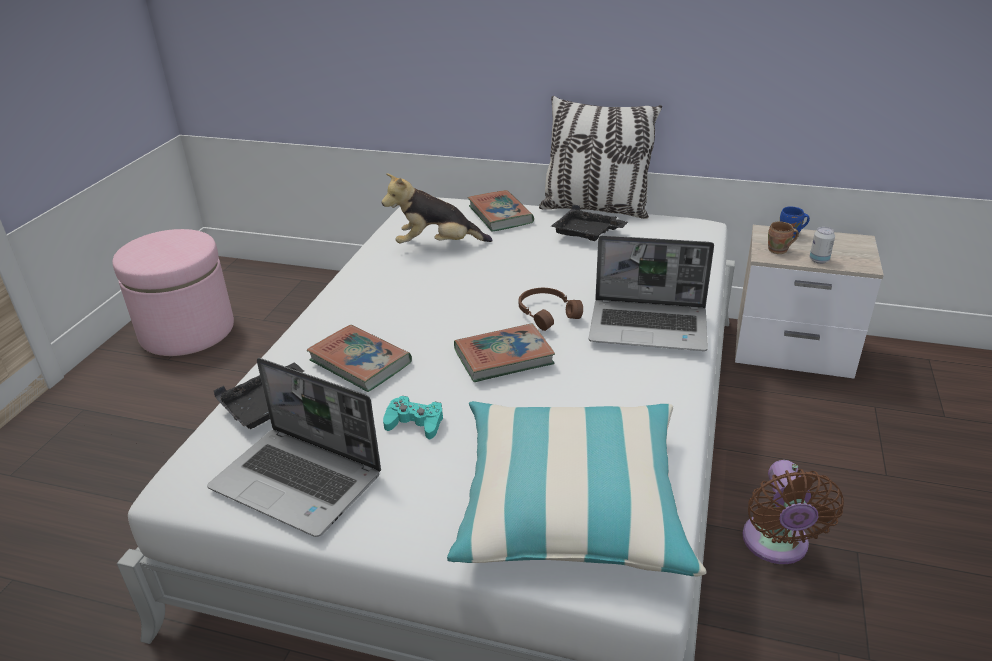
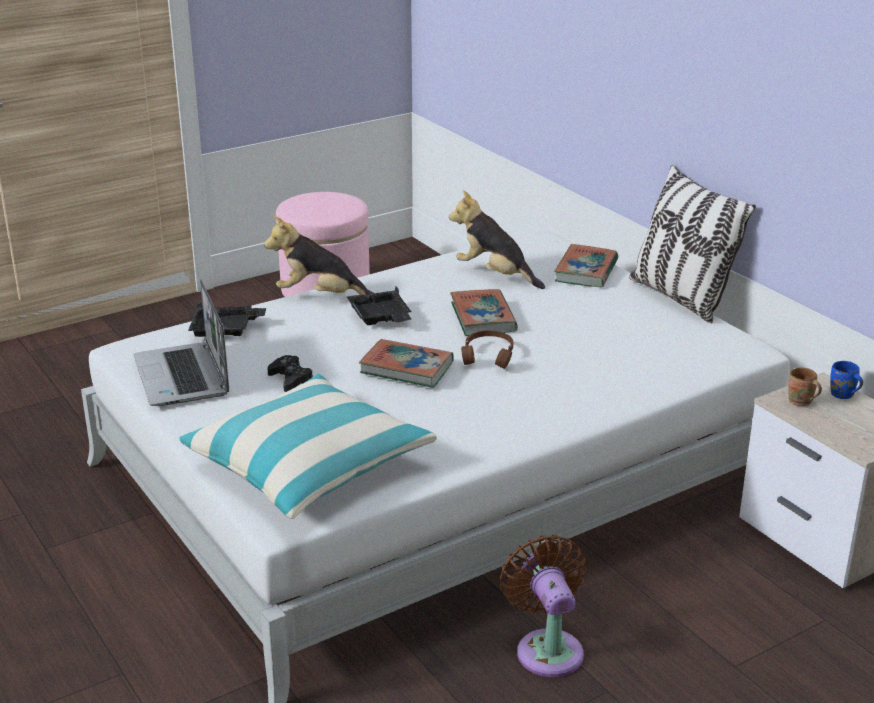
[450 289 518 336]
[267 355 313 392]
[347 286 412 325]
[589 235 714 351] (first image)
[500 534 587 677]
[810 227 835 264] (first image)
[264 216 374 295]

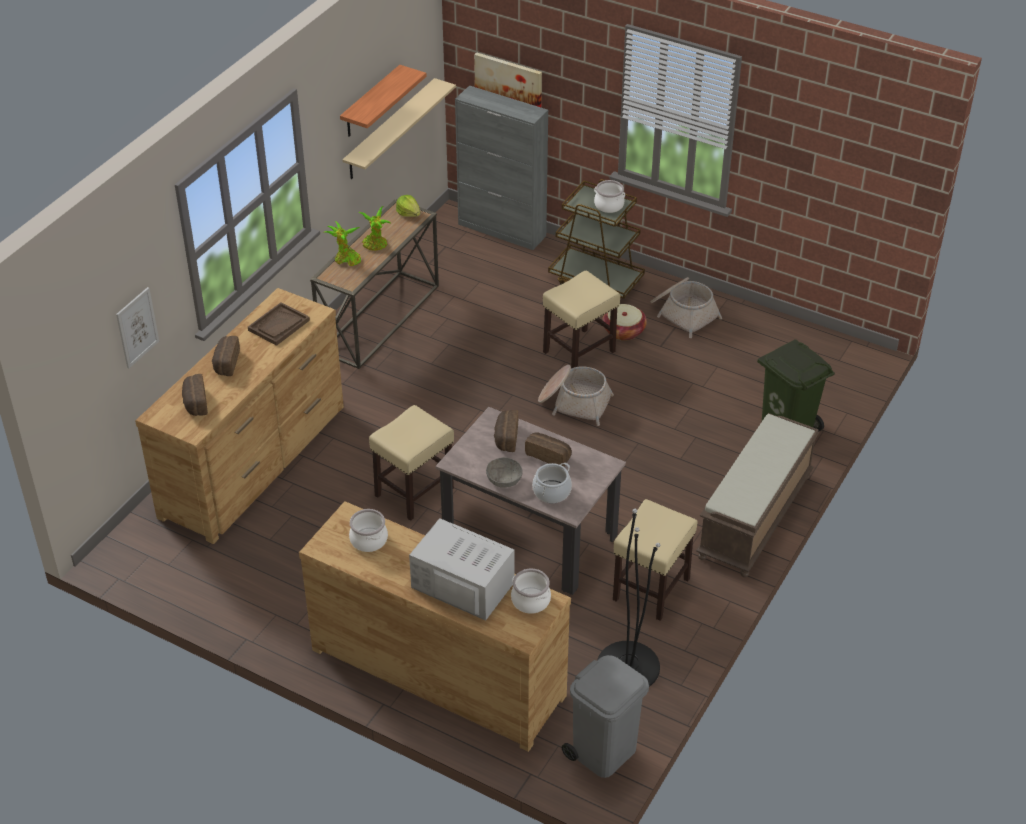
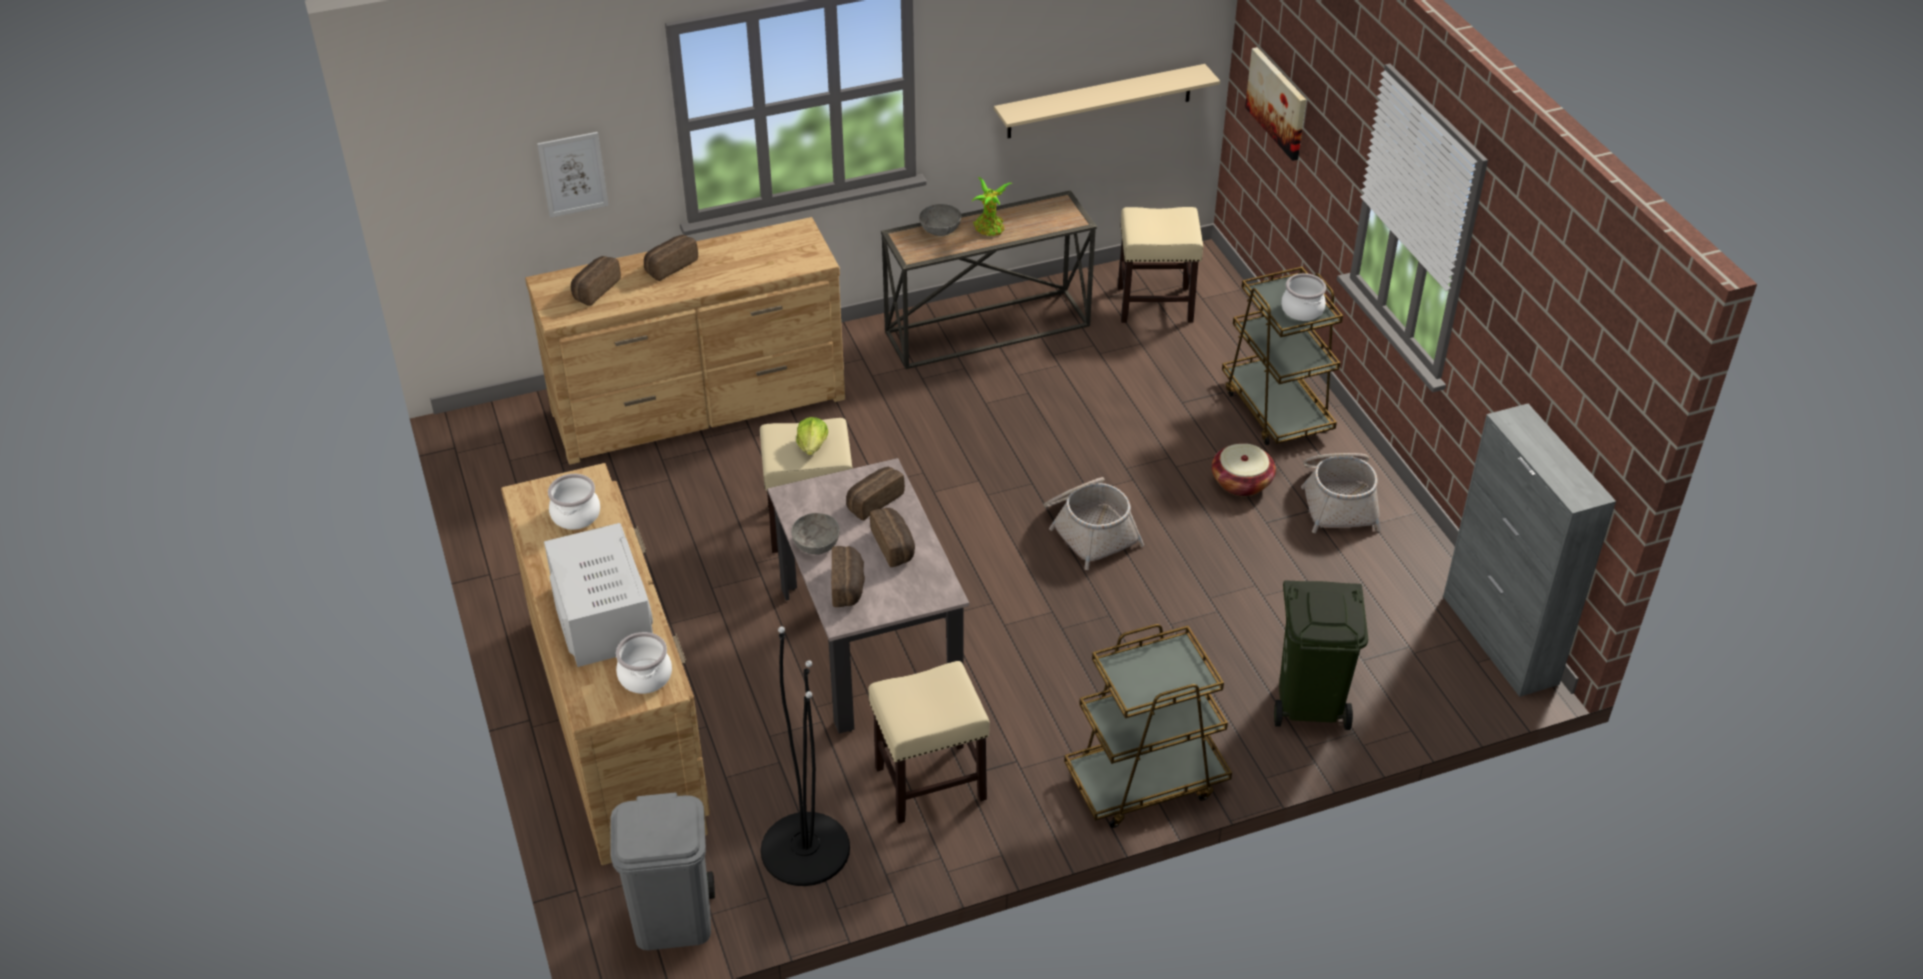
[248 302 310 346] (first image)
[919 204 961 236]
[340 65 427 136] (first image)
[796 417 828 455]
[1443 404 1616 697]
[831 546 865 607]
[1118 207 1203 323]
[1064 624 1232 828]

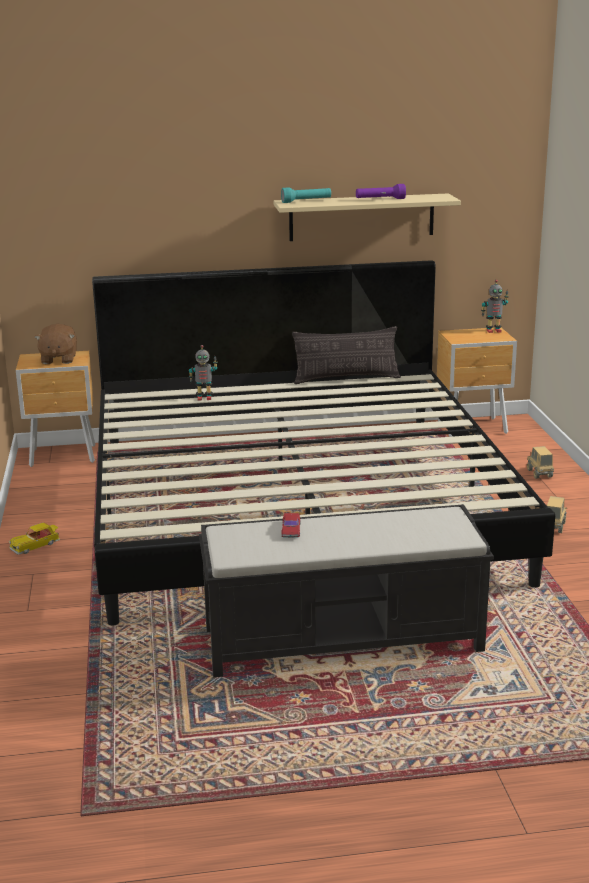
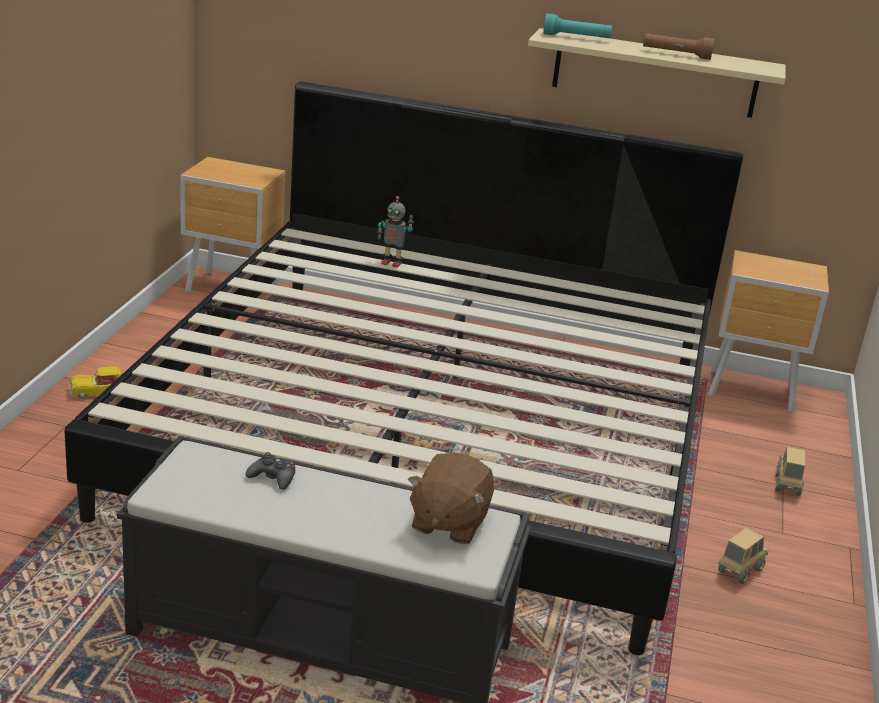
[408 453 494 544]
[246 452 295 490]
[292 326 401 384] (first image)
[643 33 715 60]
[481 280 509 333] (first image)

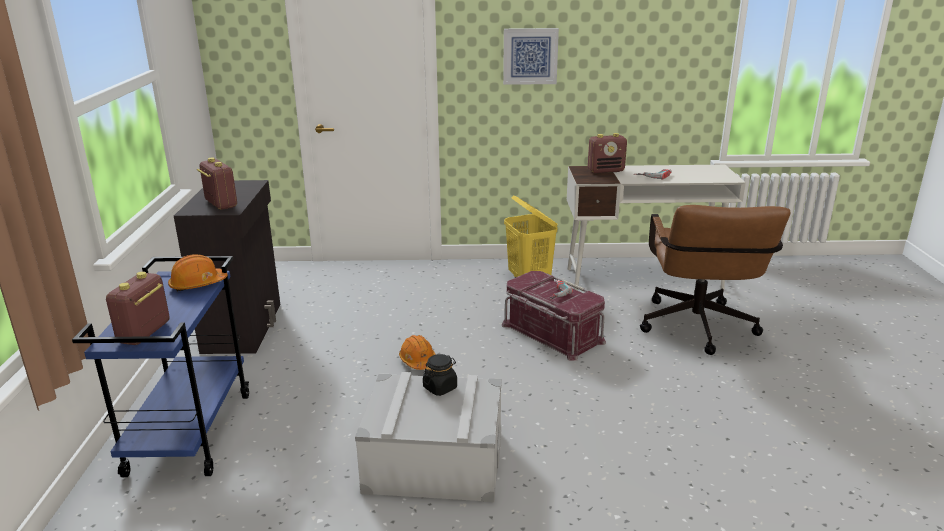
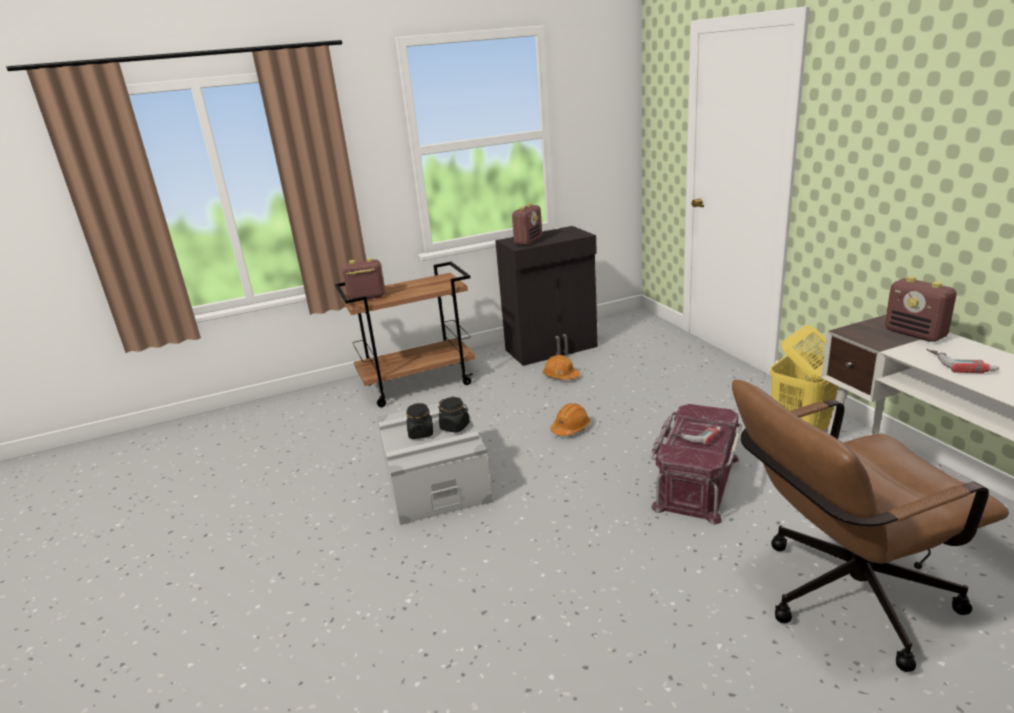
[335 262 476 407]
[543 355 580 380]
[503 28 559 85] (first image)
[406 403 433 439]

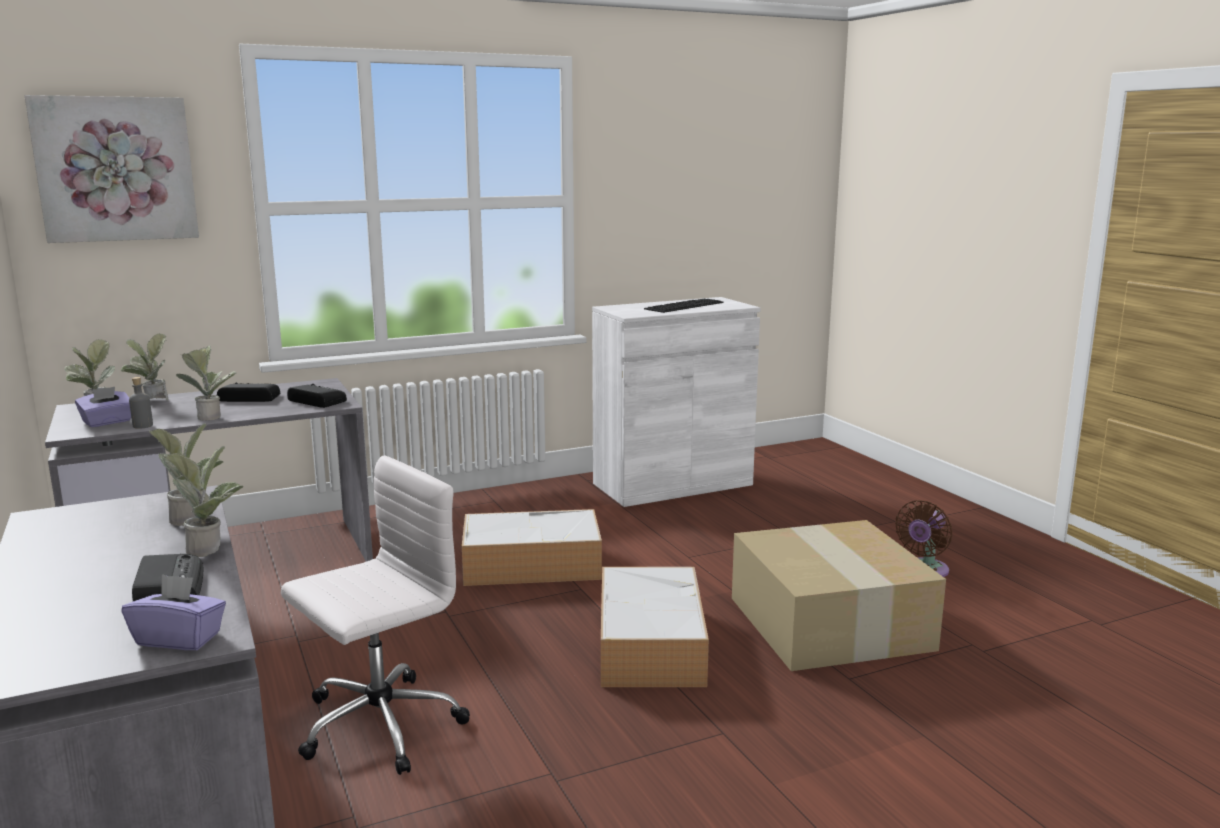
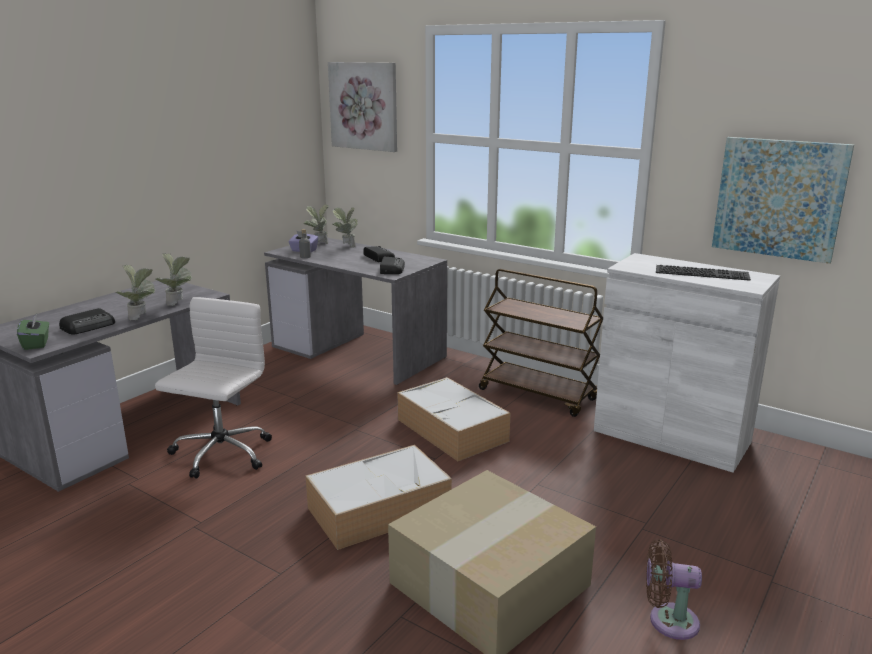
[17 314 49 350]
[176 346 236 421] (first image)
[155 297 272 478]
[479 269 603 417]
[712 137 854 264]

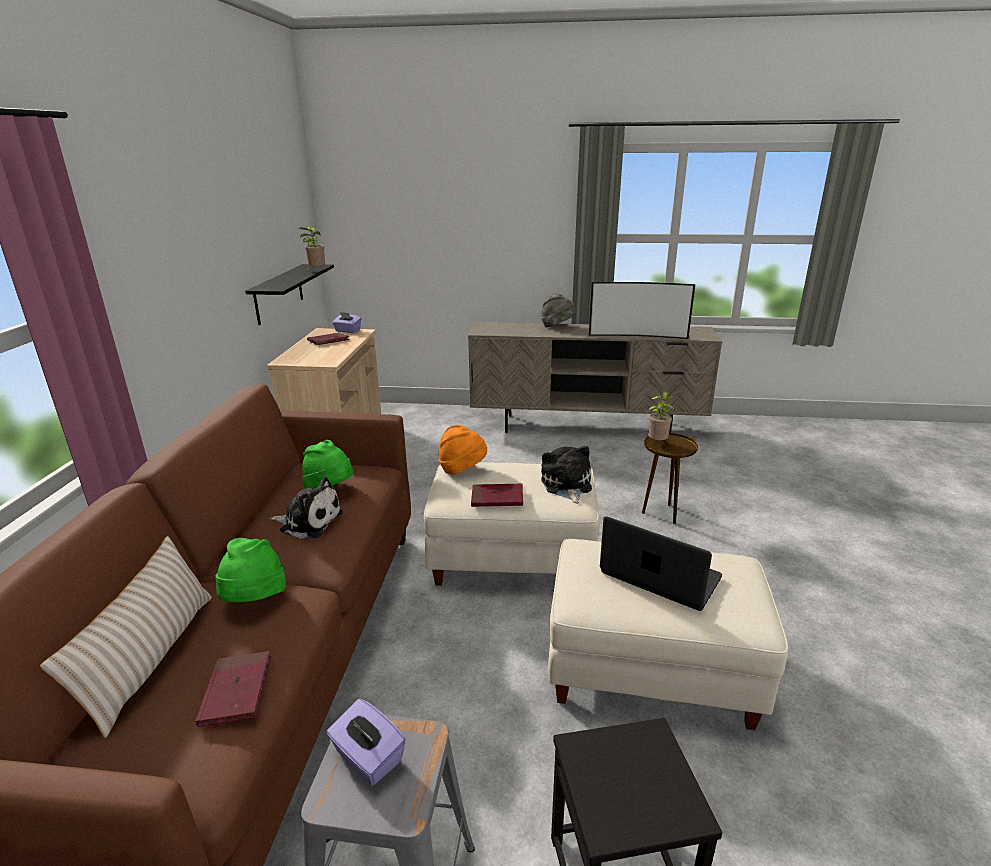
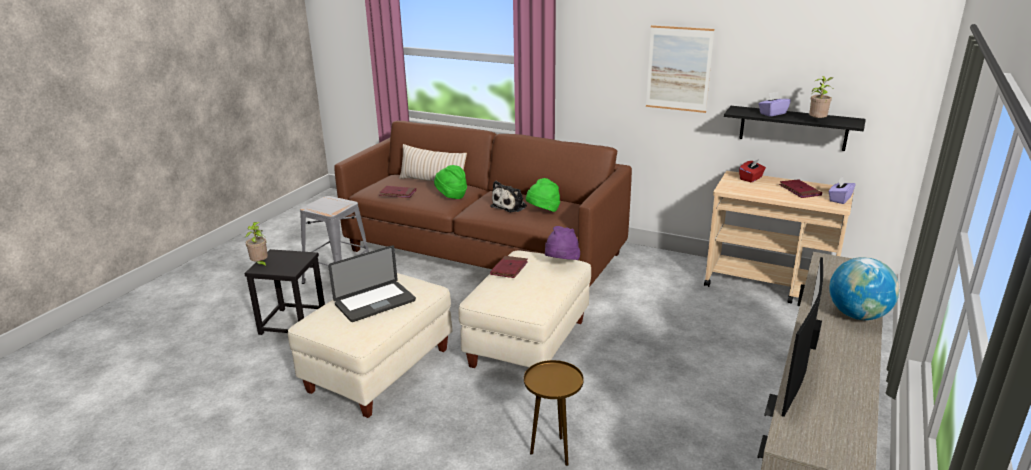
[758 92 791 117]
[545 226 580 260]
[829 257 899 320]
[541 446 592 504] (first image)
[245 222 268 267]
[646 25 714 113]
[739 159 766 182]

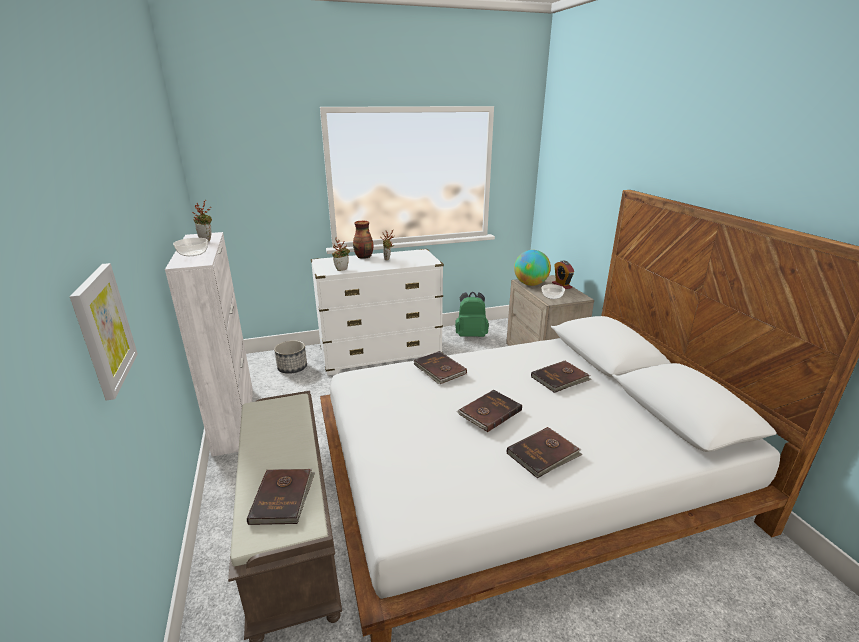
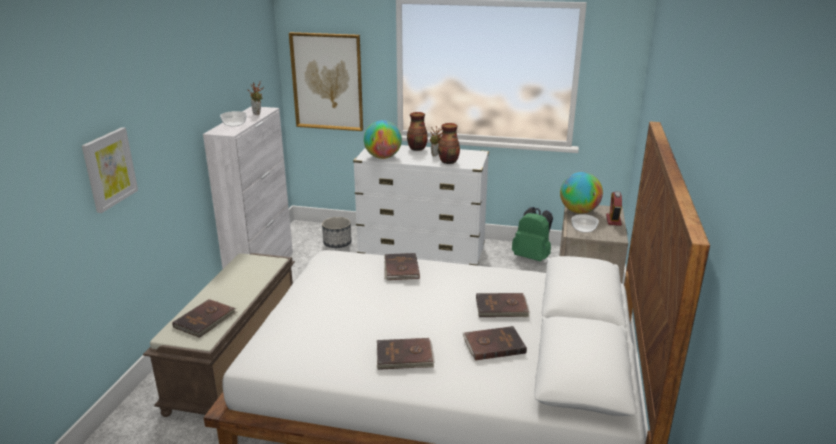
[364 120 402 159]
[463 326 527 360]
[289 32 363 131]
[438 123 460 164]

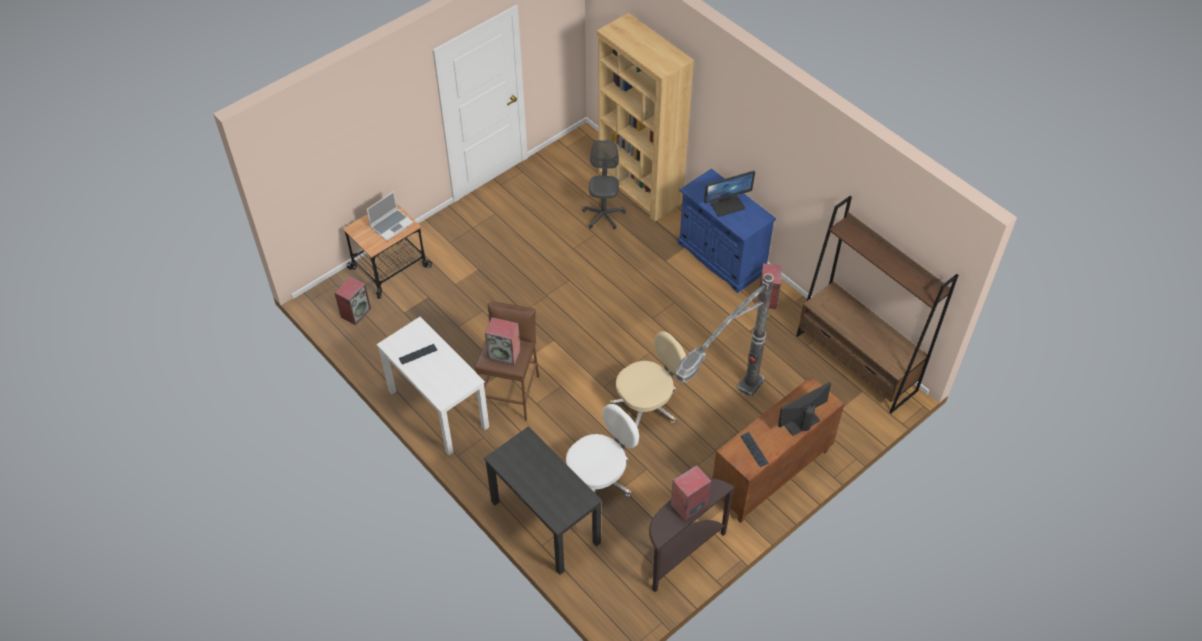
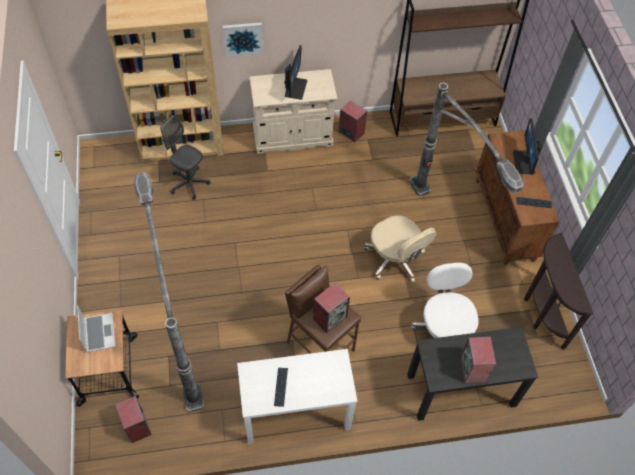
[364 216 436 282]
[460 336 496 383]
[249 69 337 154]
[134 172 205 412]
[223 22 263 57]

